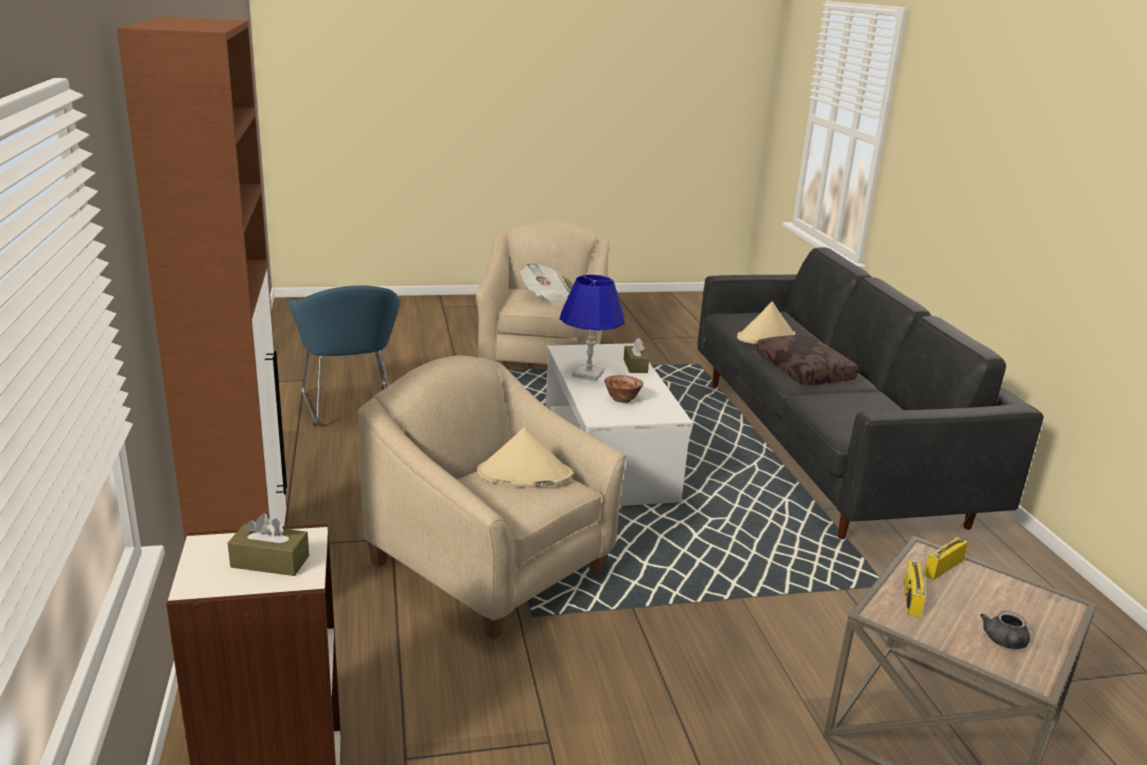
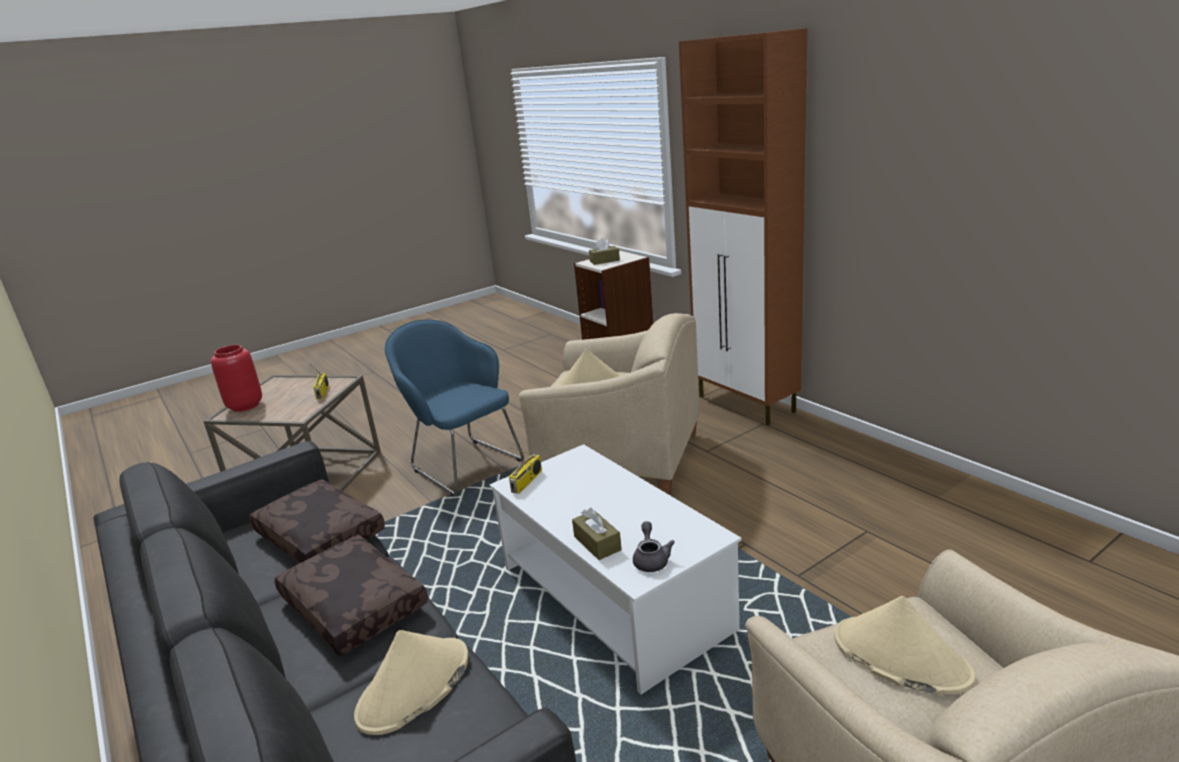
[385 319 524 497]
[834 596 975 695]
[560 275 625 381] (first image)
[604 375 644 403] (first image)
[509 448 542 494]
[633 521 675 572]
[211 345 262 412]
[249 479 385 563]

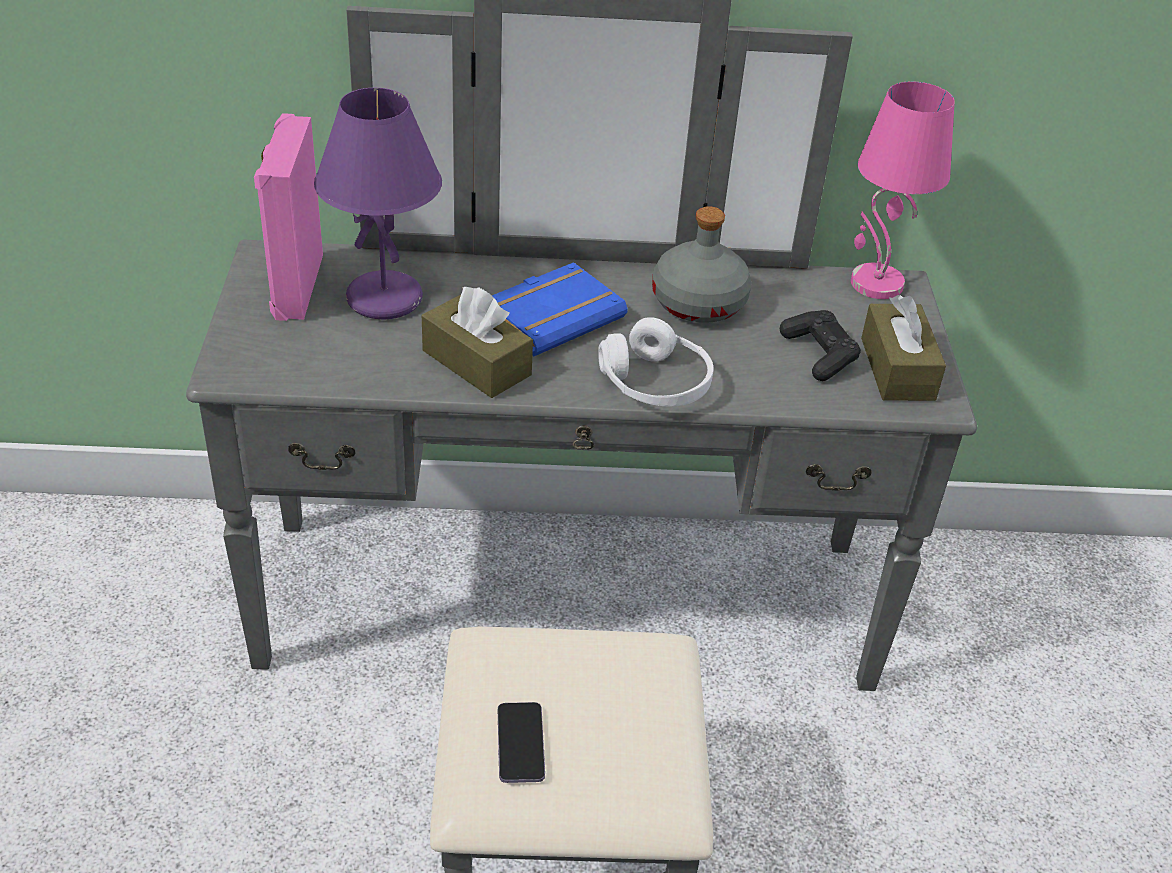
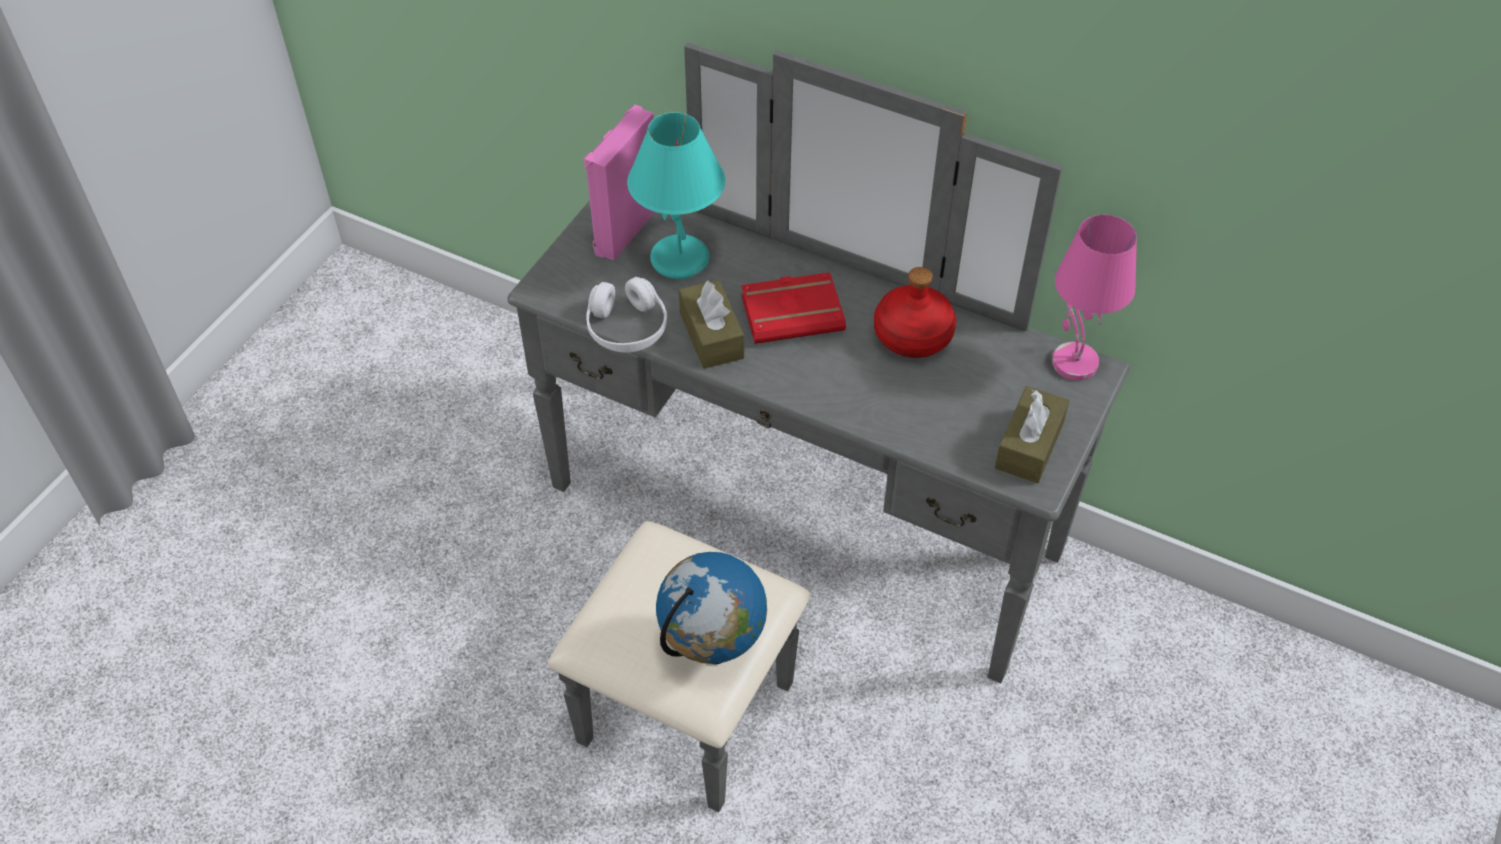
[627 112 725 279]
[741 272 846 344]
[498 702 545 783] (first image)
[586 277 667 353]
[874 267 956 358]
[780 310 861 381] (first image)
[656 552 767 664]

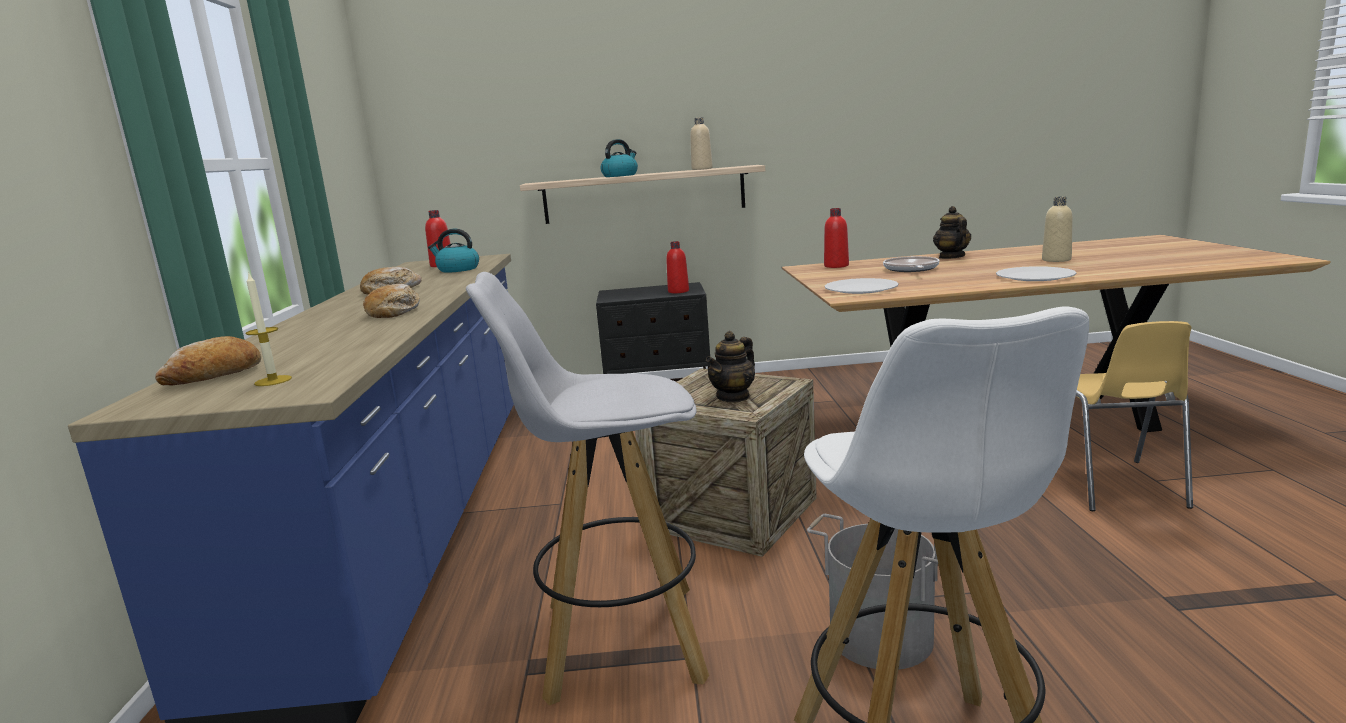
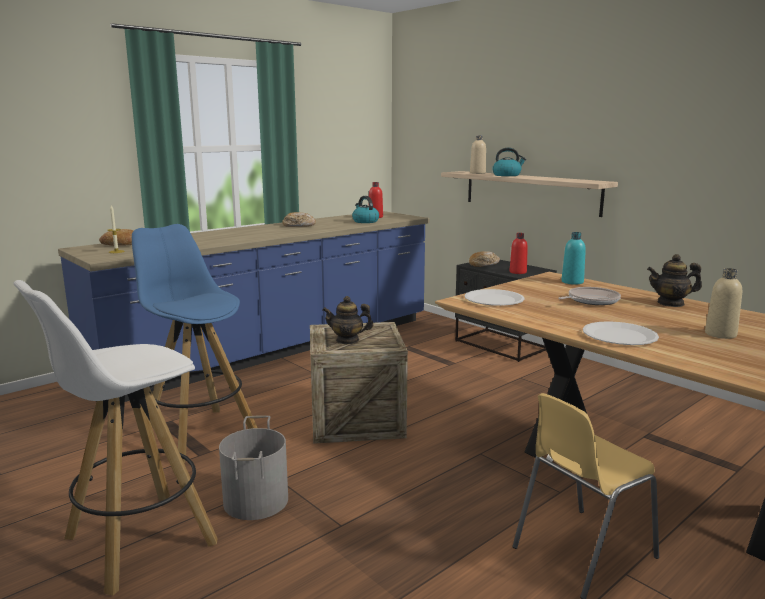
[469 251 500 267]
[132 224 258 463]
[470 135 486 174]
[561 232 586 285]
[647 254 702 307]

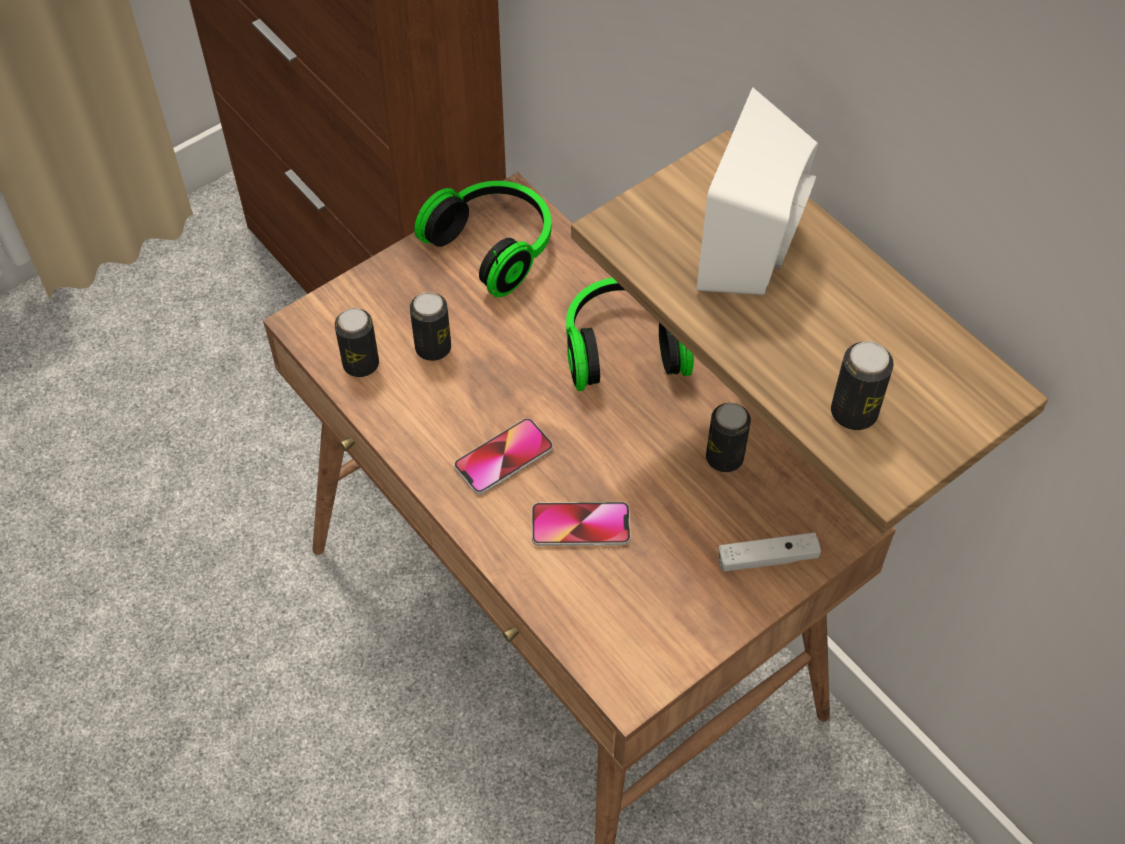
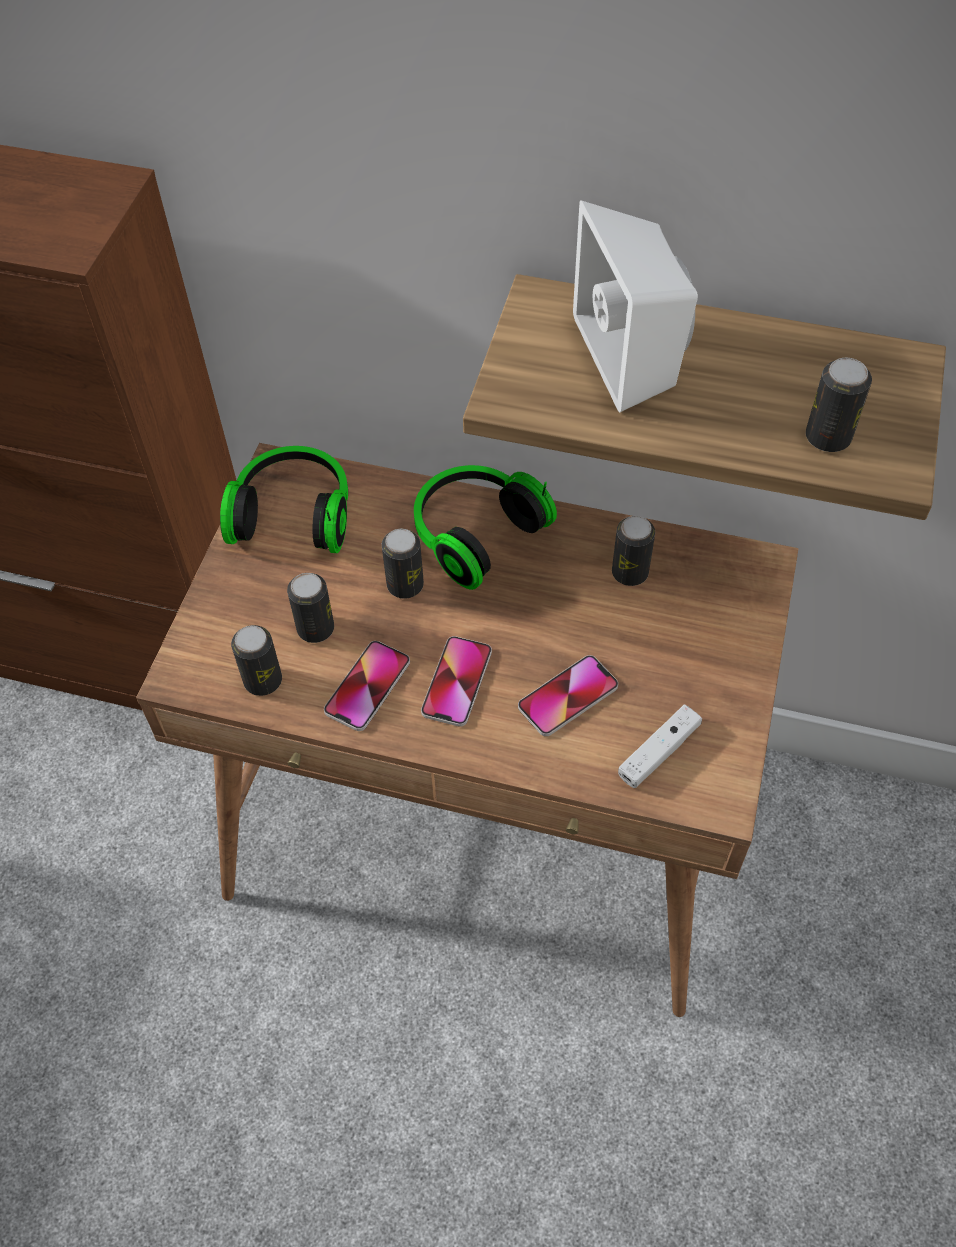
[618 704 702 788]
[324 641 410 731]
[382 529 424 599]

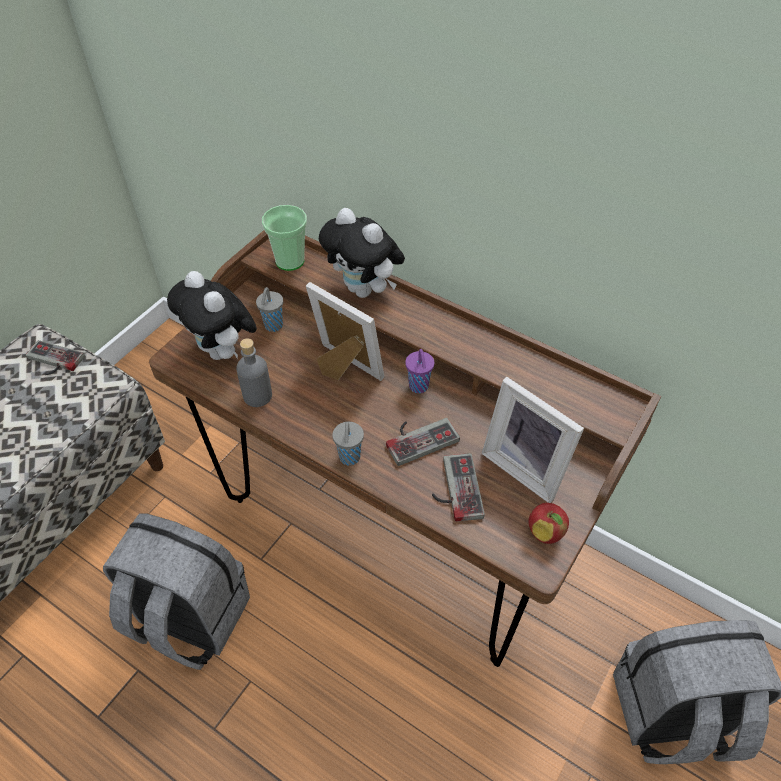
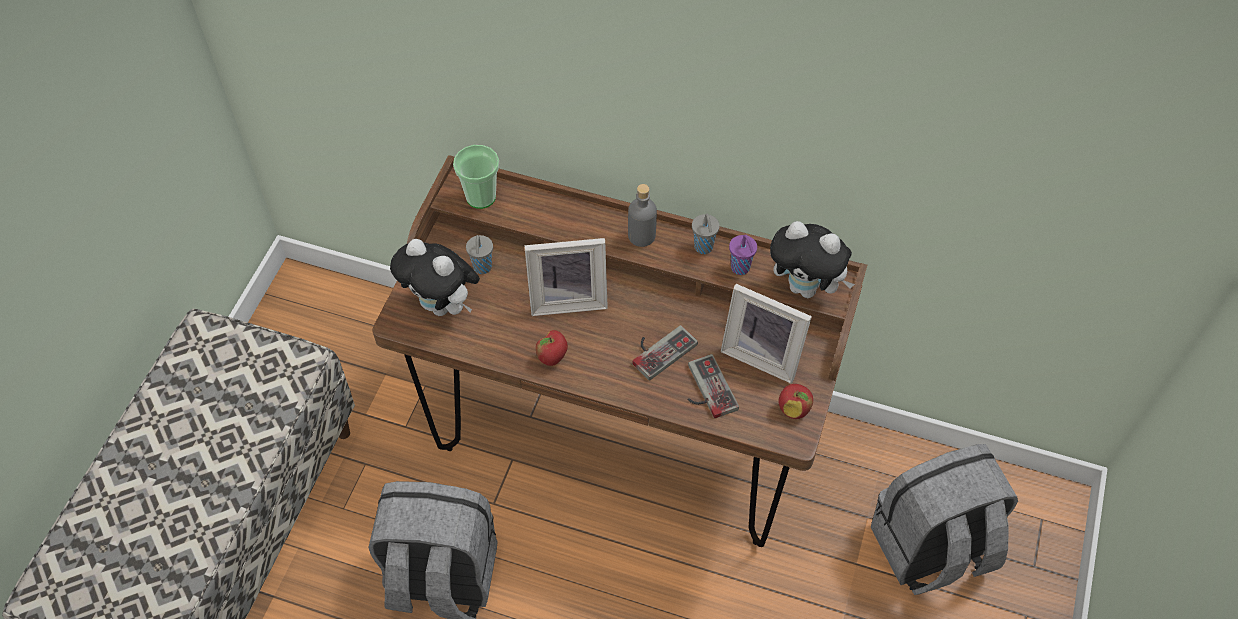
[26 340 85 375] (first image)
[628 184 657 247]
[524 238 608 316]
[770 221 855 298]
[692 214 720 254]
[729 235 757 275]
[536 330 568 366]

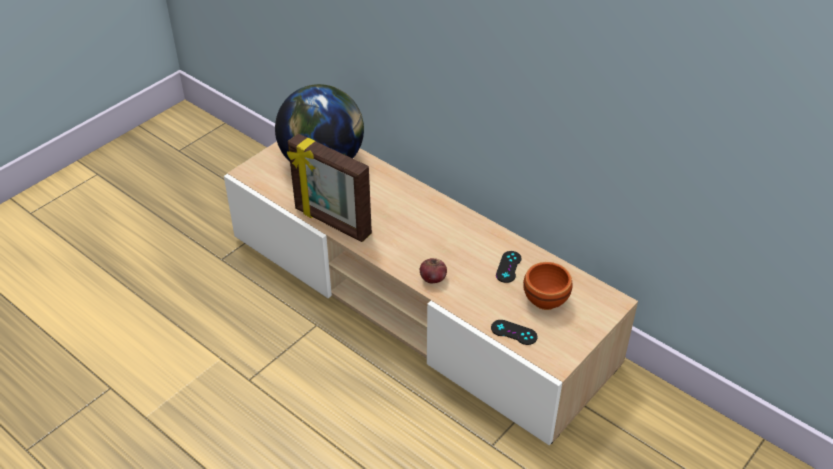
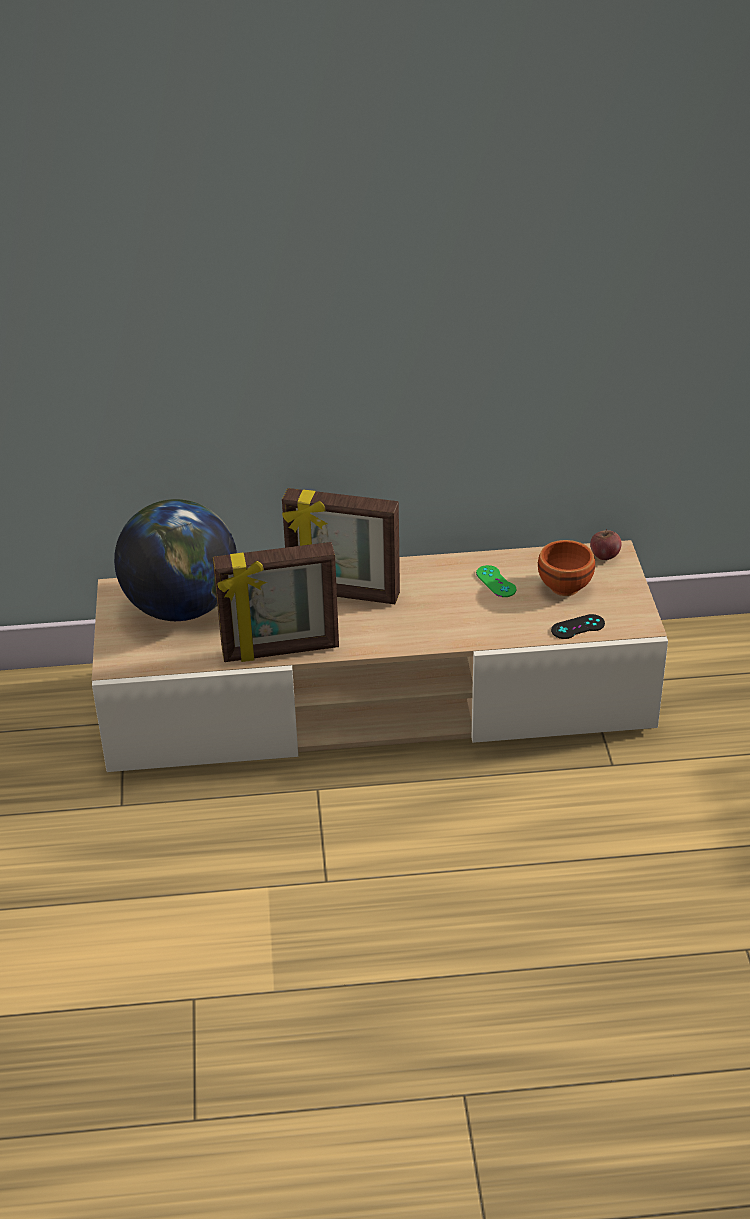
[590 529 622 560]
[476 565 516 597]
[282 488 400 604]

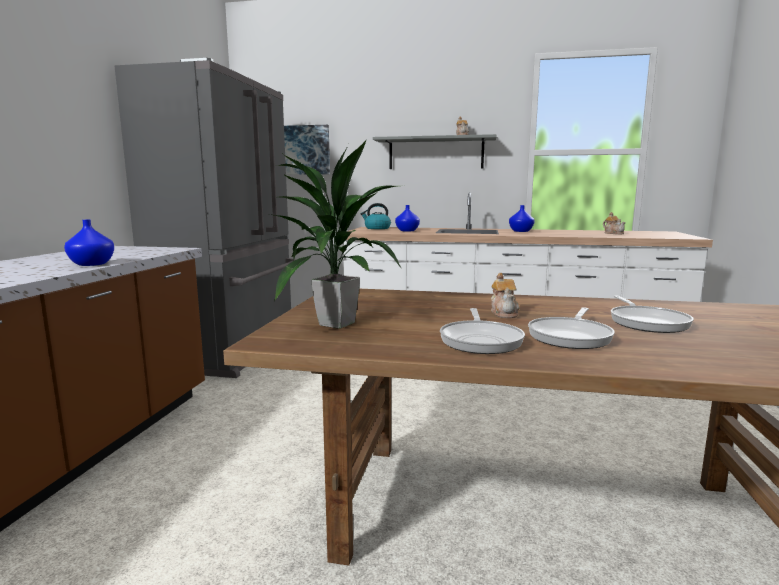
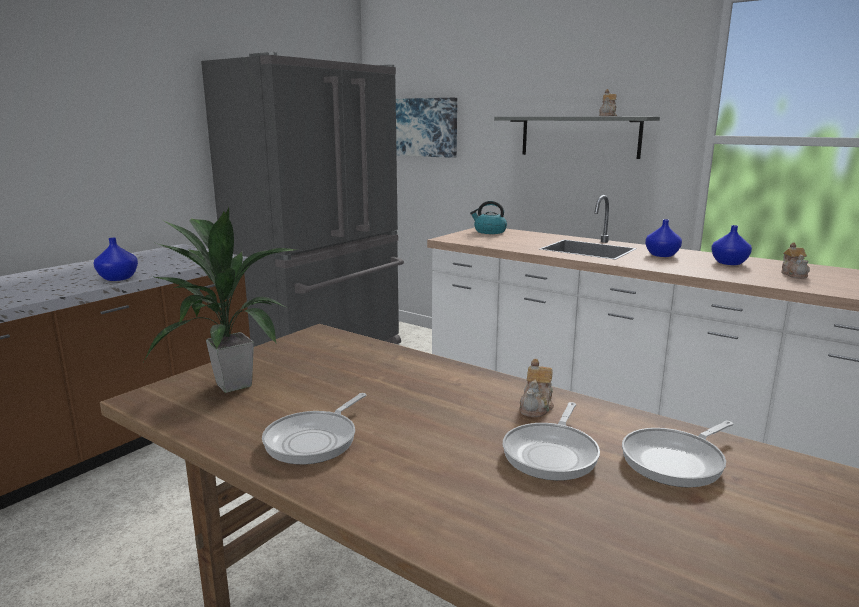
[711 225 752 265]
[520 359 554 417]
[622 421 734 488]

